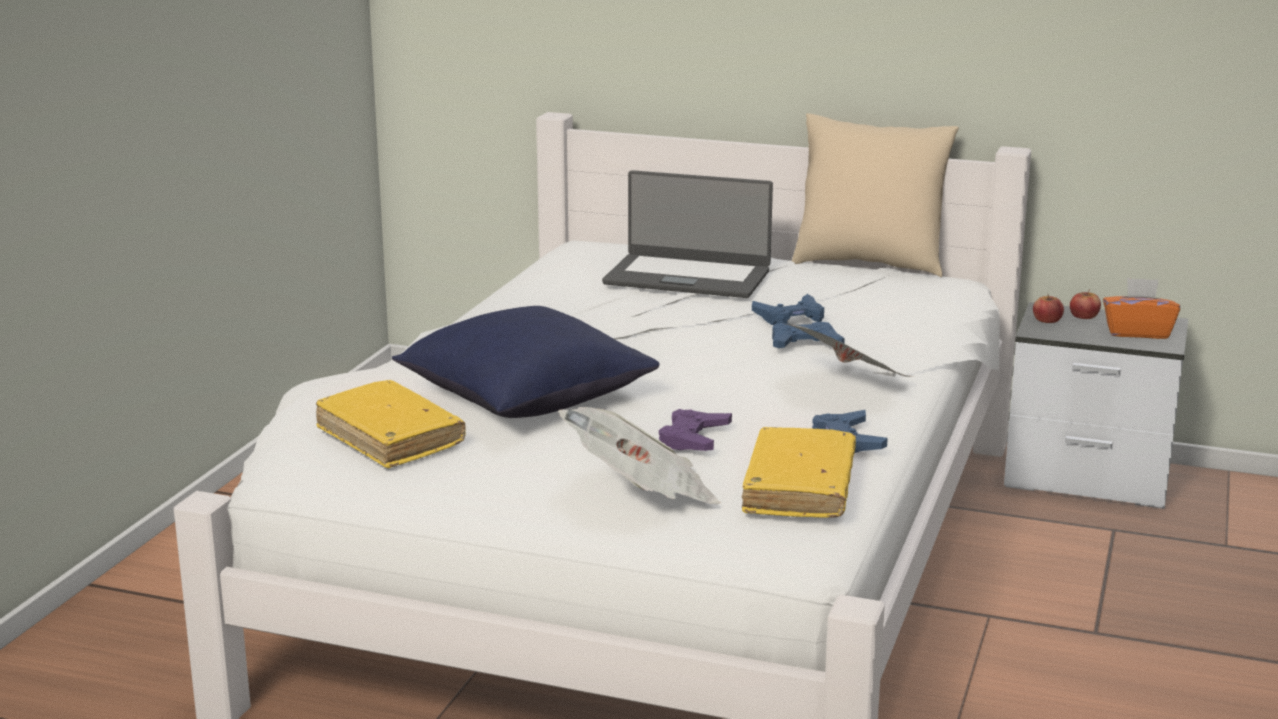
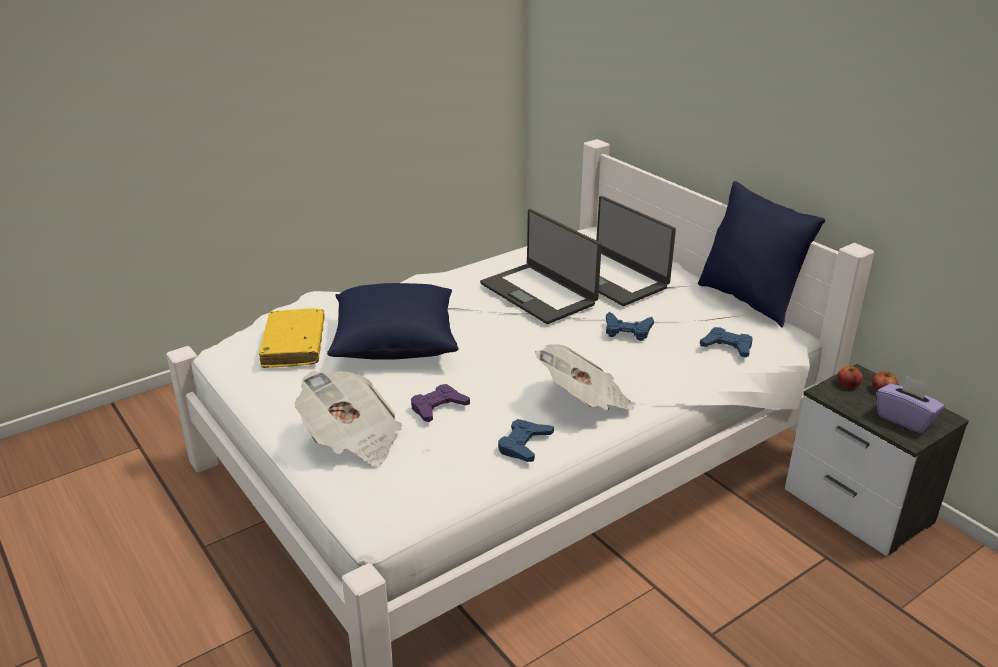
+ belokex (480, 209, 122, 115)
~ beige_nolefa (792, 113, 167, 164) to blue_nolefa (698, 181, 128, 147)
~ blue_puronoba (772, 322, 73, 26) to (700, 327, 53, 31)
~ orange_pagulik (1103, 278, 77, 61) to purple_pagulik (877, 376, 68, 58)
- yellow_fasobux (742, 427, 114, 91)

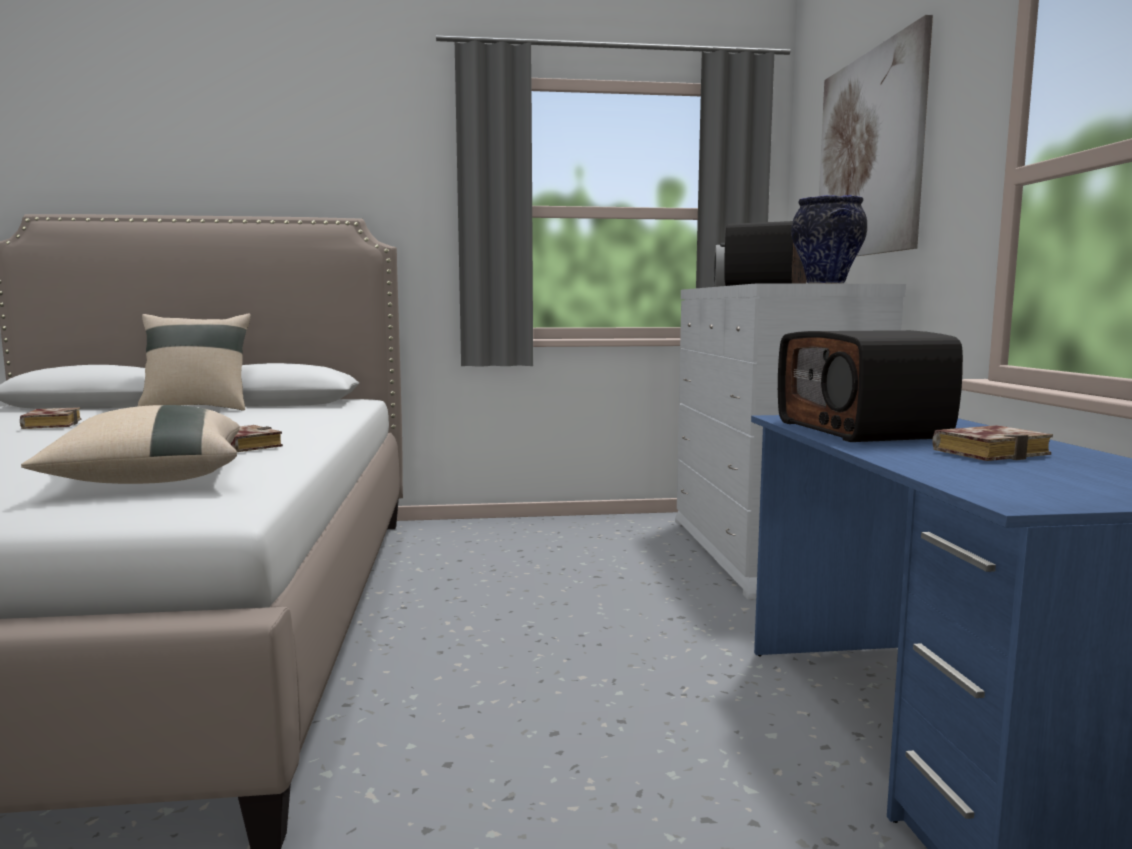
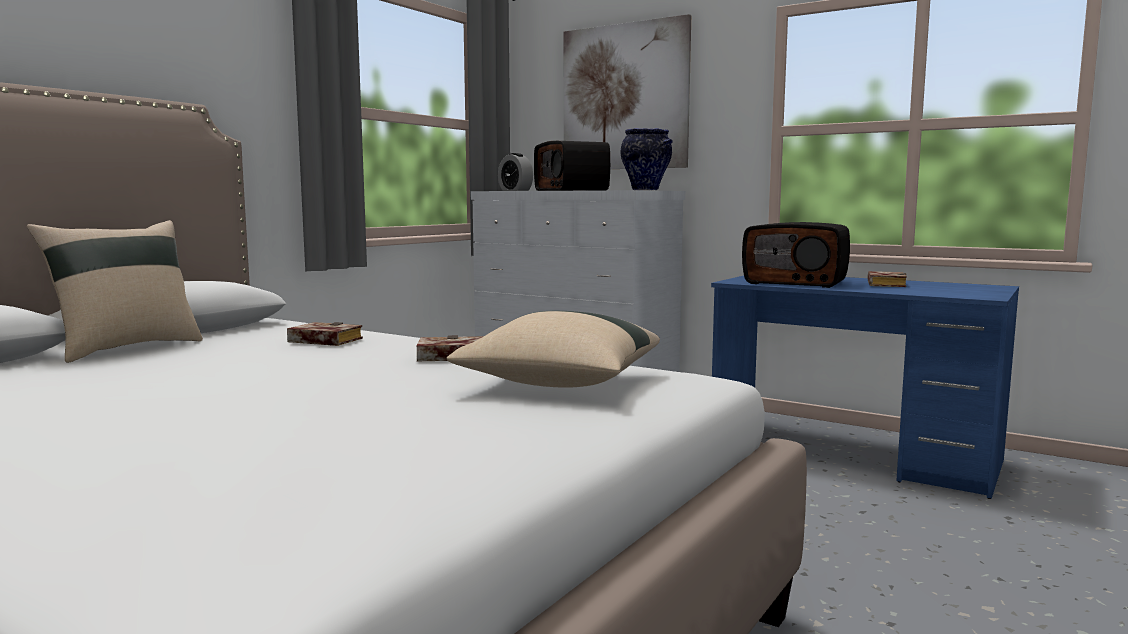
~ fasobux (20, 407, 61, 22) to (287, 322, 76, 24)

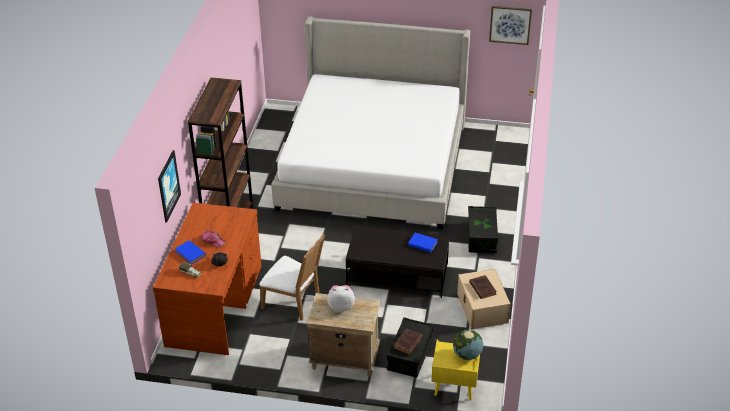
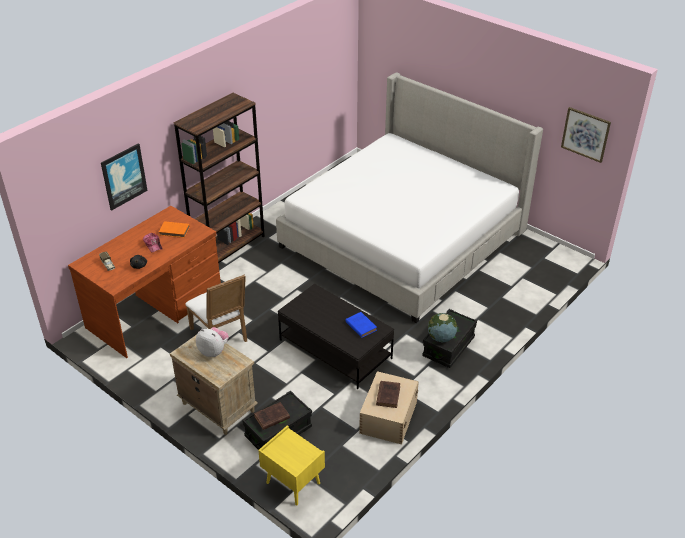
+ orange_fasobux (159, 221, 31, 17)
~ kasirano (453, 330, 30, 30) to (428, 313, 29, 29)
- blue_fasobux (175, 240, 31, 25)

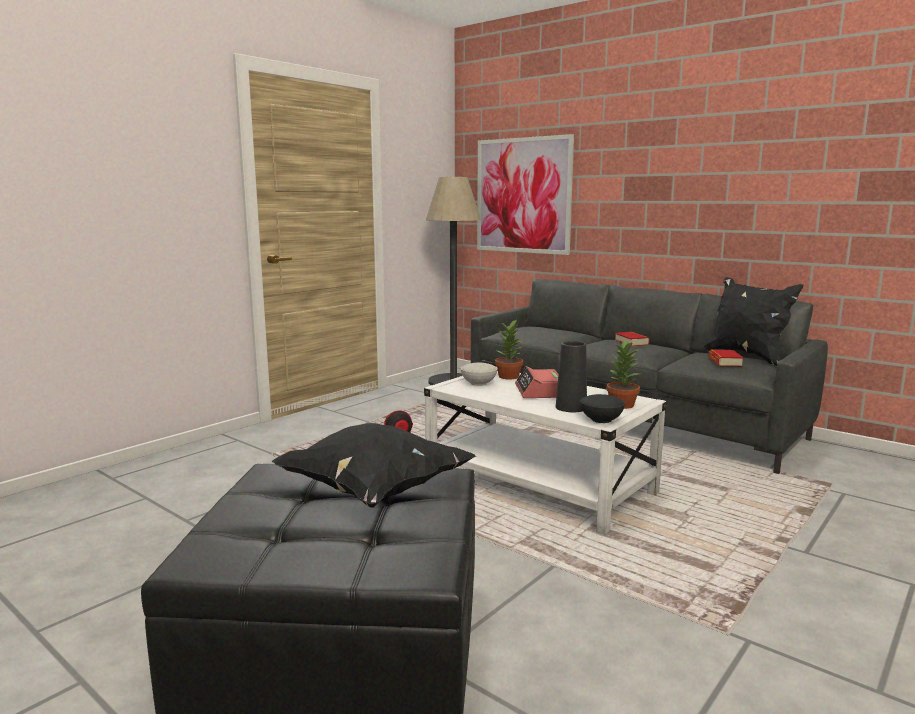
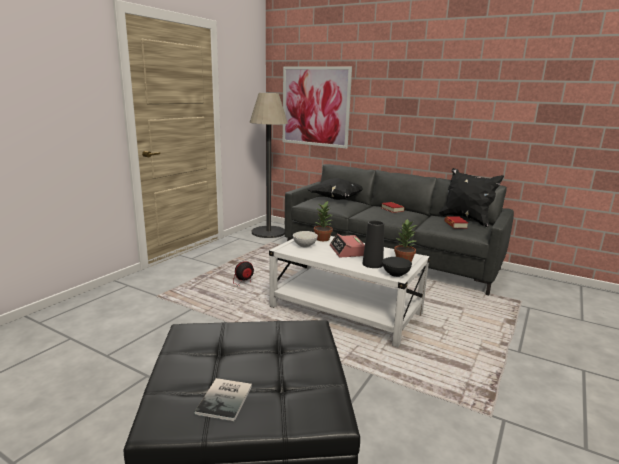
+ fasobux (194, 378, 58, 43)
~ black_nolefa (272, 423, 204, 85) to (307, 178, 56, 22)

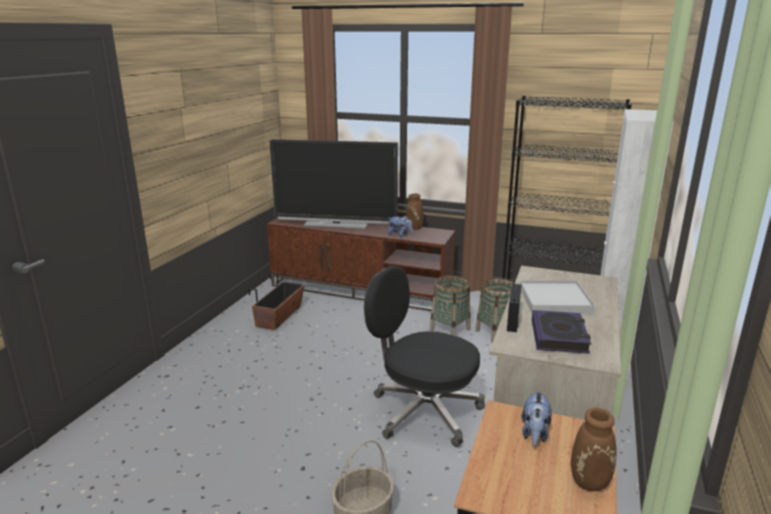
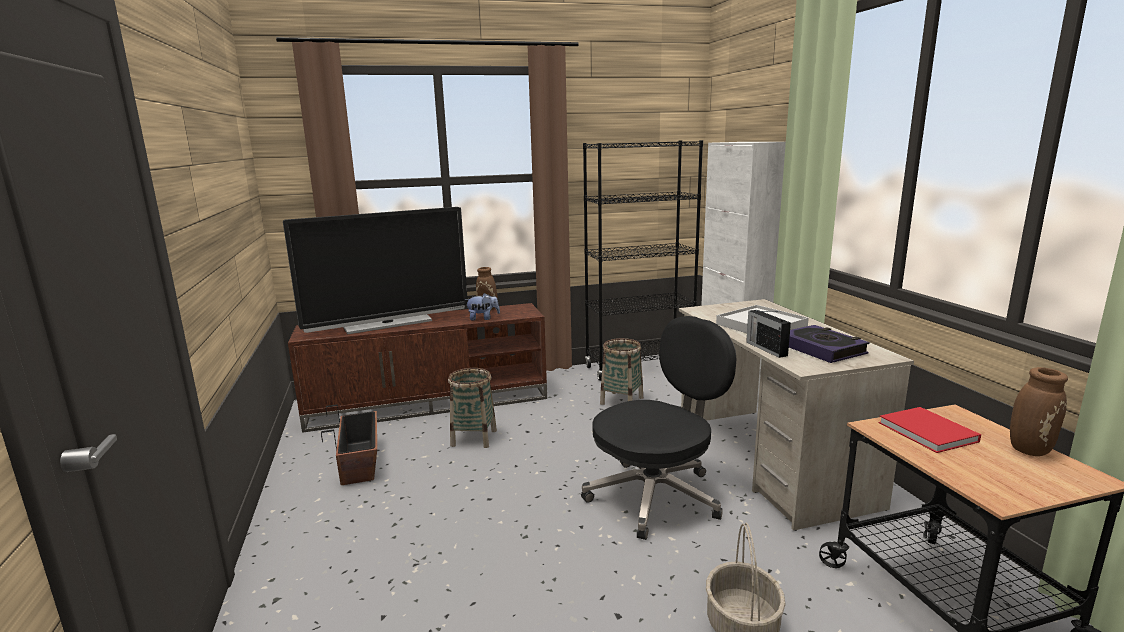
~ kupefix (430, 275, 41, 61) to (448, 368, 49, 80)
~ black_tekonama (364, 266, 121, 181) = (581, 316, 155, 224) 150 degrees clockwise
~ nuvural (521, 390, 31, 56) to red_fasobux (879, 407, 102, 46)

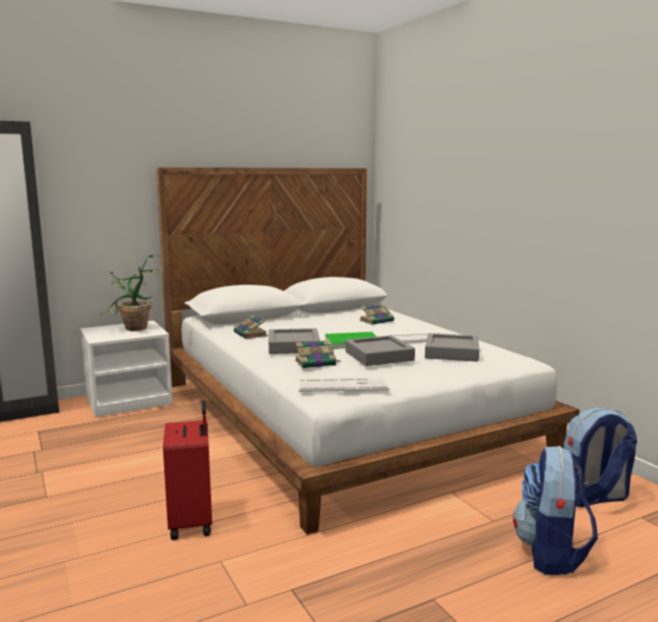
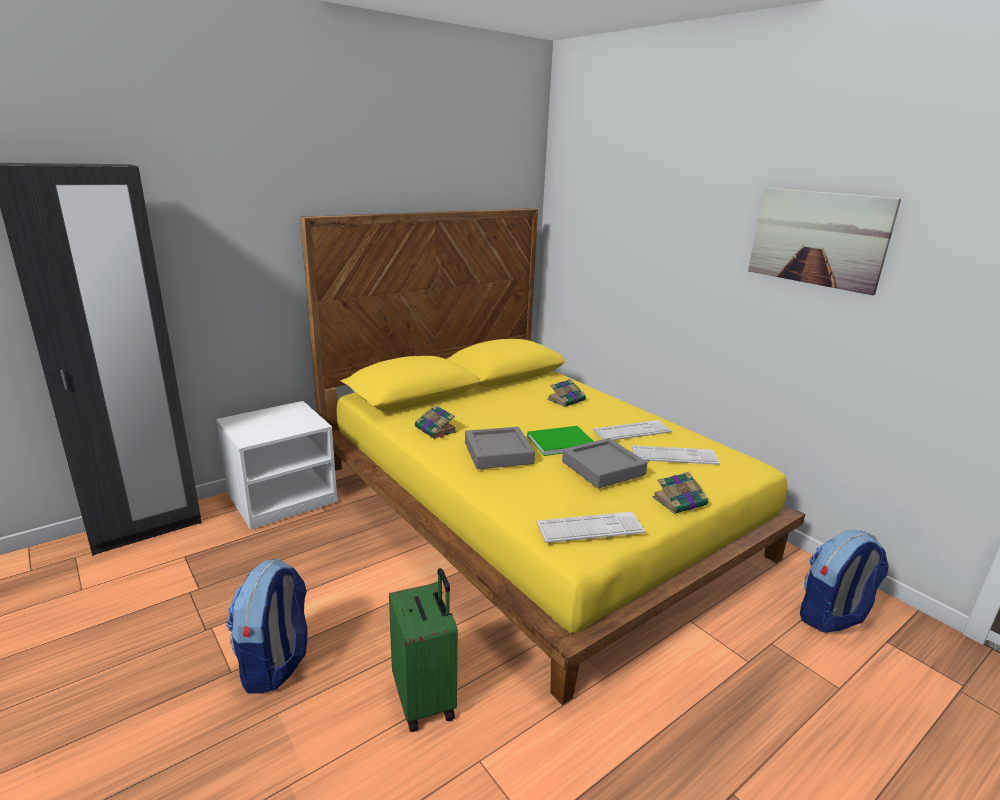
~ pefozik (513, 446, 85, 129) to (226, 559, 82, 135)
~ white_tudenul (156, 167, 424, 368) to yellow_tudenul (300, 208, 505, 497)
~ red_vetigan (163, 400, 49, 140) to green_vetigan (389, 568, 69, 164)
~ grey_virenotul (425, 333, 54, 29) to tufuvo (632, 445, 88, 20)
~ fasobux (295, 340, 46, 28) to (652, 472, 56, 42)
+ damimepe (748, 188, 153, 107)
- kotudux (100, 255, 63, 76)

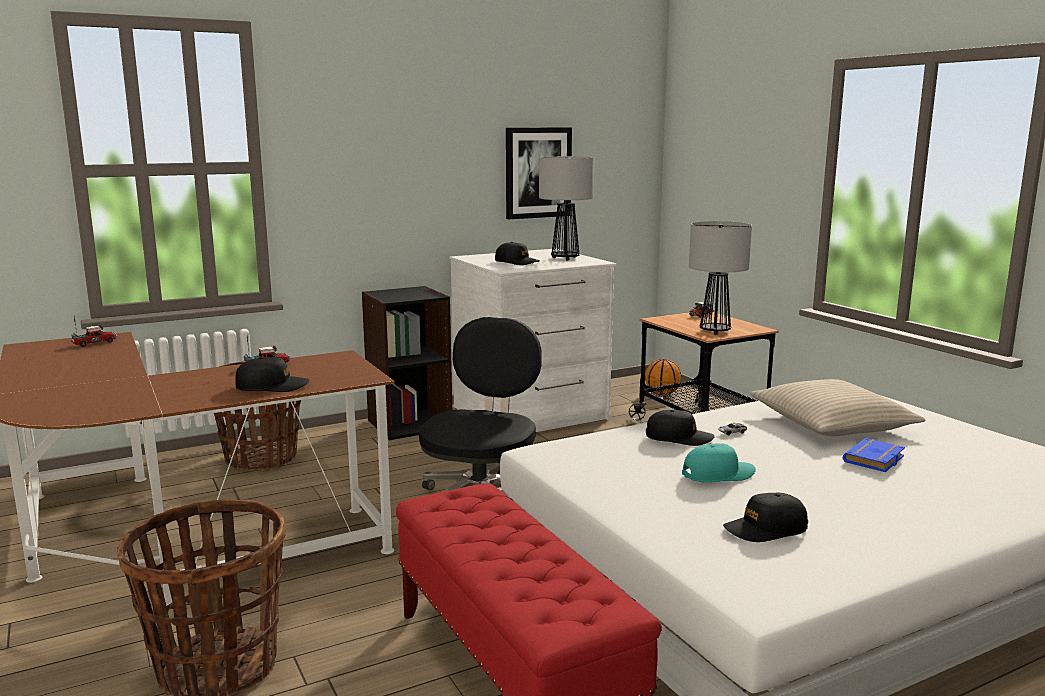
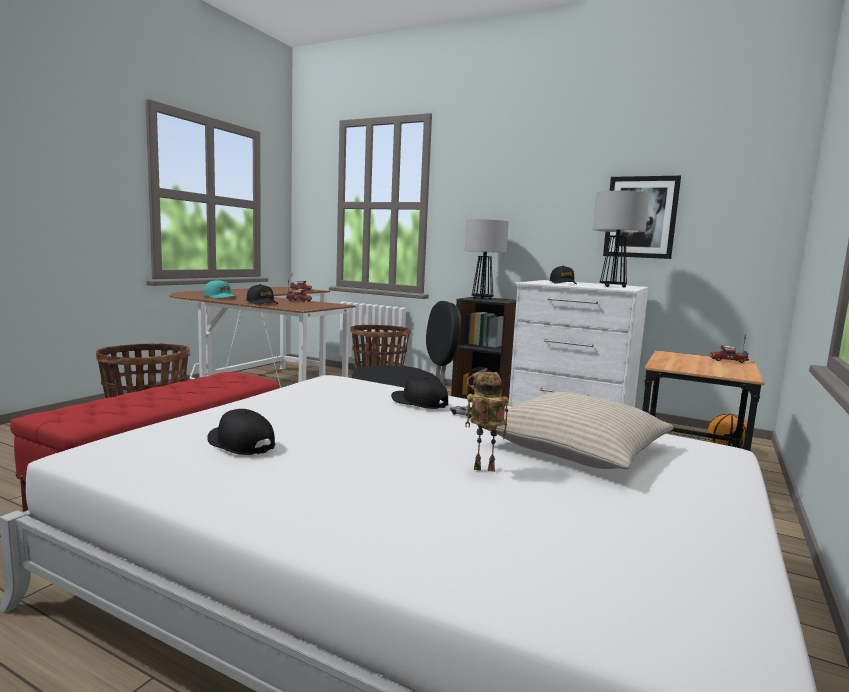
~ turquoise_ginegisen (682, 443, 74, 40) to (204, 280, 33, 19)
~ black_ginegisen (646, 410, 69, 36) = (391, 376, 57, 33) 150 degrees clockwise
~ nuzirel (689, 221, 63, 114) to (464, 219, 45, 81)
~ blue_fasobux (843, 438, 62, 34) to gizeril (465, 372, 44, 100)

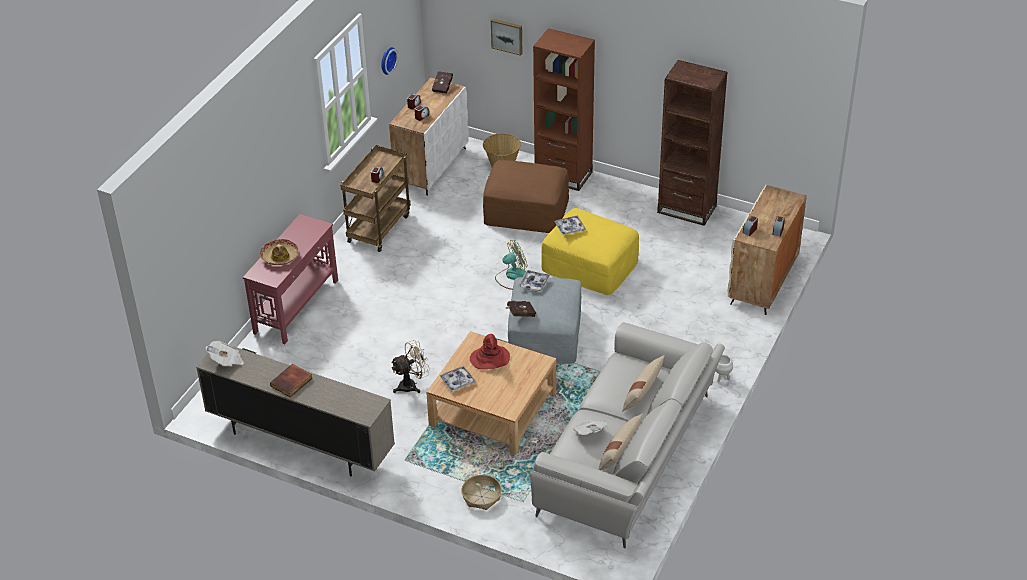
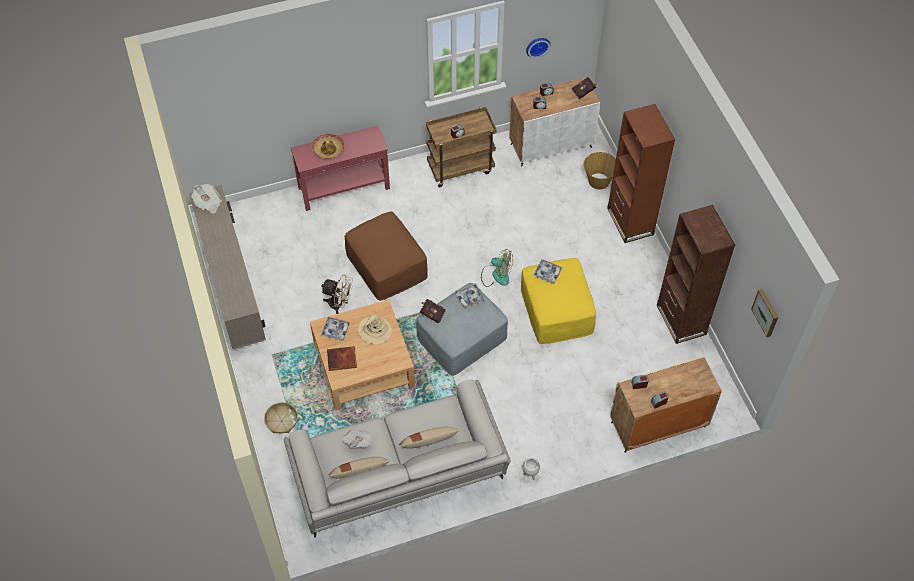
~ fasobux (270, 364, 43, 33) to (327, 346, 30, 25)
~ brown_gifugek (483, 160, 86, 73) to (345, 212, 83, 89)
~ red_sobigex (470, 334, 40, 35) to beige_sobigex (358, 314, 34, 30)
~ damimepe (491, 19, 32, 37) to (751, 289, 27, 48)

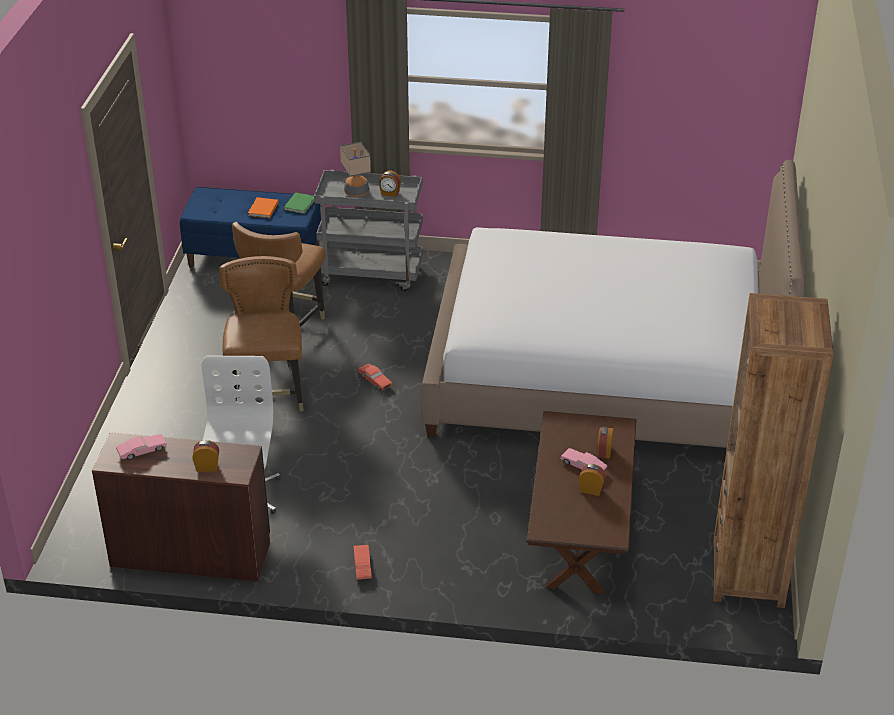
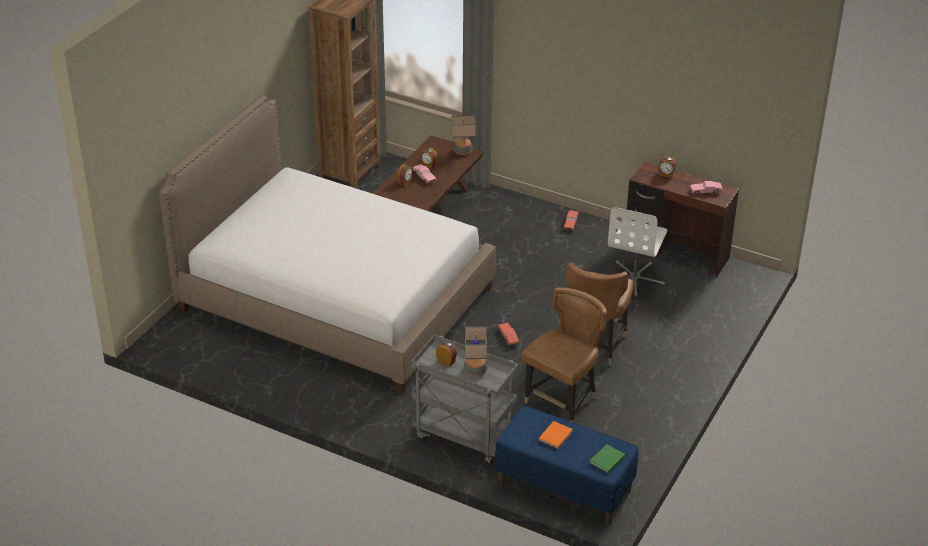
+ nuzirel (451, 115, 24, 40)
~ green_fasobux (284, 192, 30, 22) to (590, 444, 35, 29)

